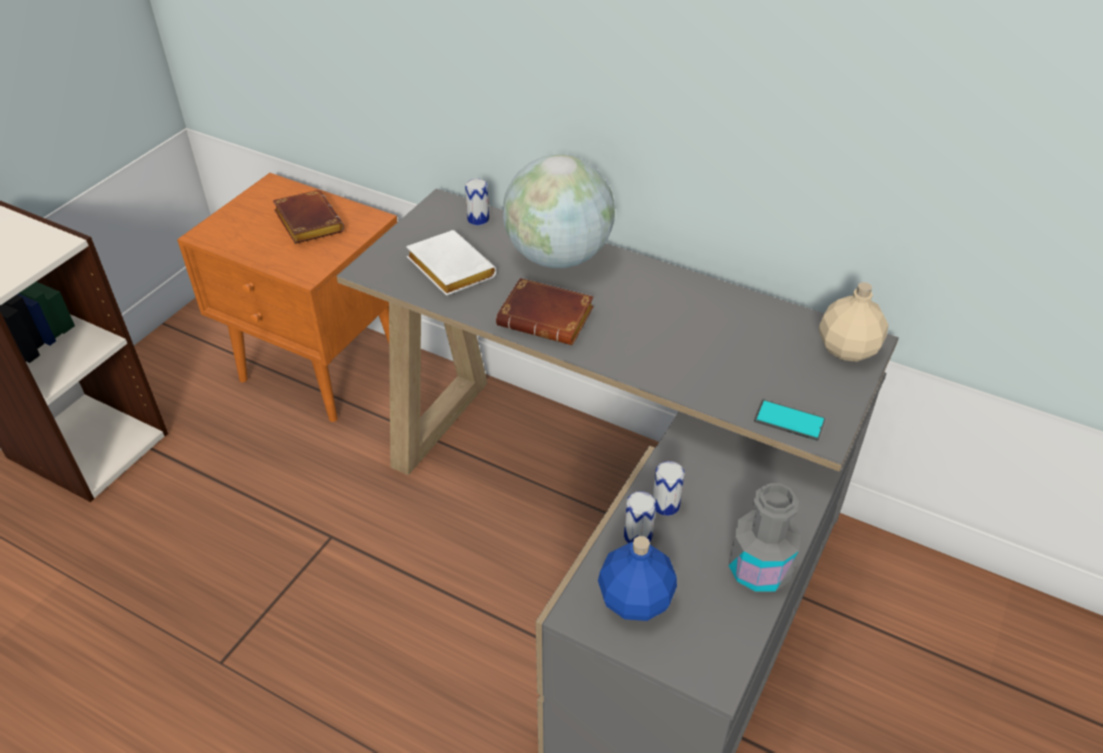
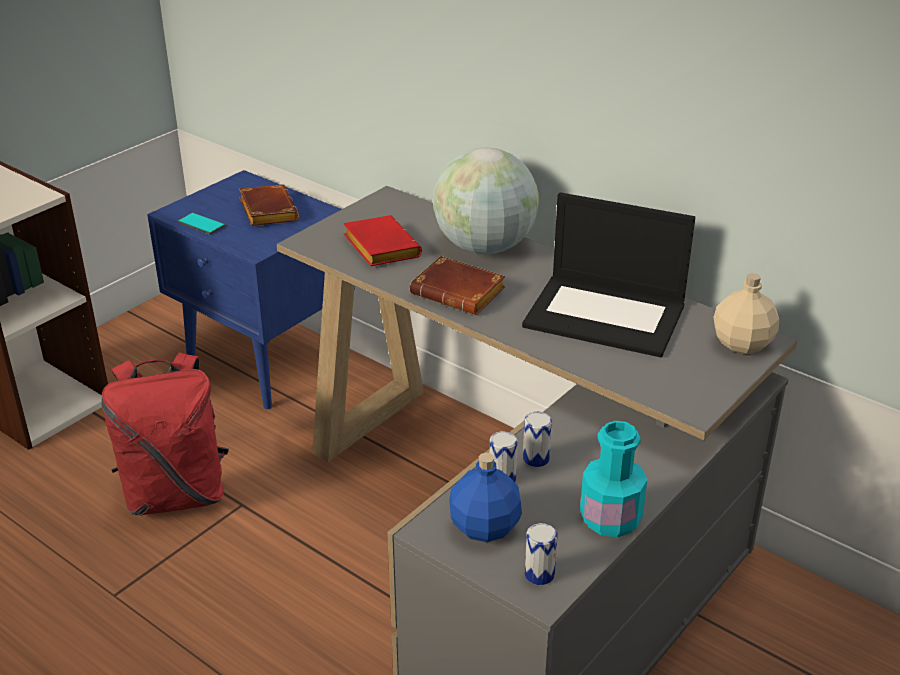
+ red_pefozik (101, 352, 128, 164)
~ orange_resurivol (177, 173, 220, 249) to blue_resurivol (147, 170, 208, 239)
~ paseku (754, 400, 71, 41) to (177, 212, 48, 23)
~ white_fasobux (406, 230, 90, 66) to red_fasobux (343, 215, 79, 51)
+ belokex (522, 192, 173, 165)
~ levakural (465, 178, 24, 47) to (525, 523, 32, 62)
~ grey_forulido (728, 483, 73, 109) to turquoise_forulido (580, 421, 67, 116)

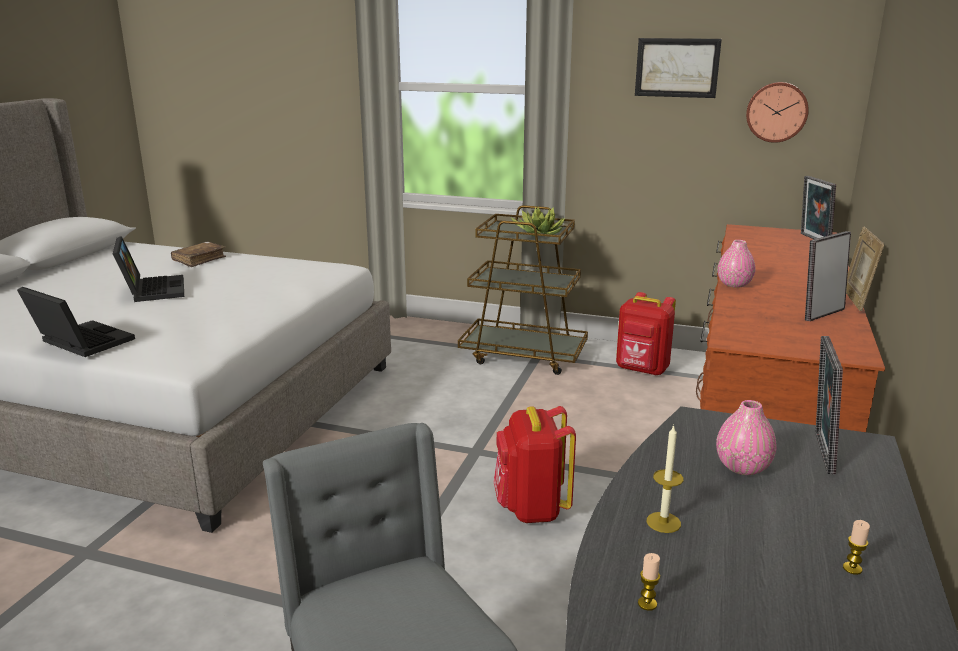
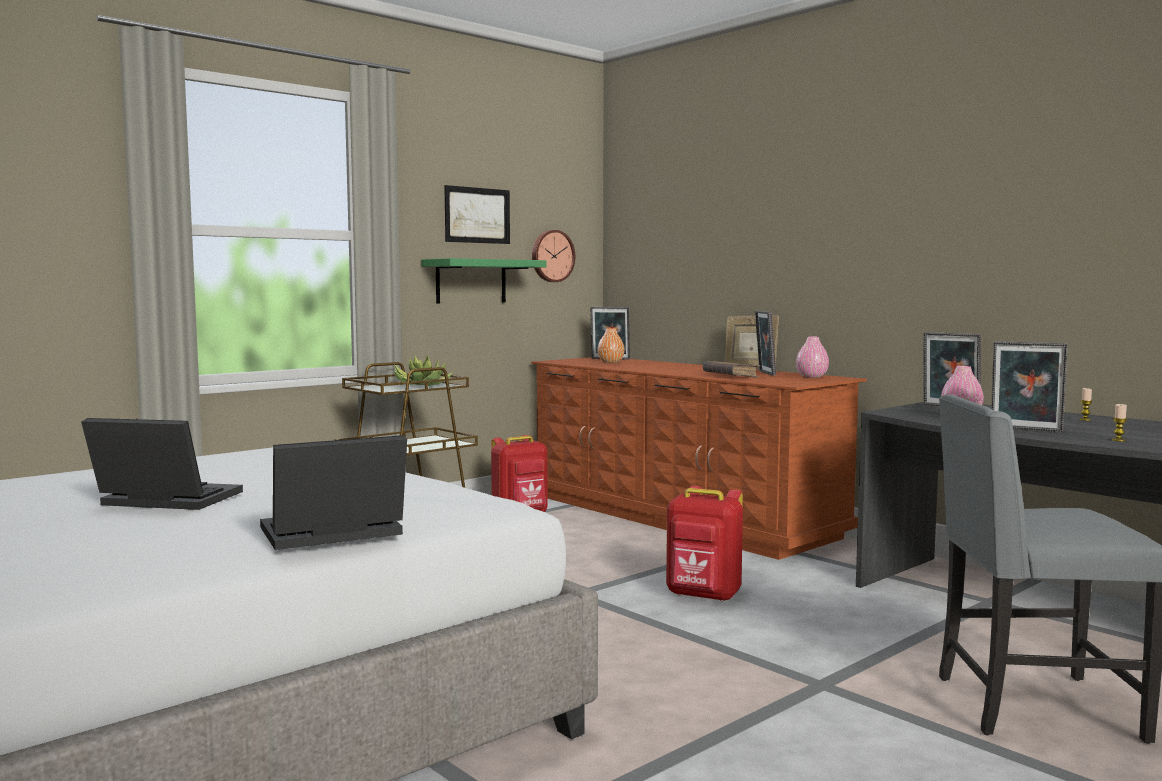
+ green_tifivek (422, 258, 125, 45)
+ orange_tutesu (597, 328, 28, 35)
~ brown_fasobux (171, 242, 55, 25) to (703, 361, 56, 17)
~ pink_tutesu (718, 240, 37, 48) to (796, 336, 33, 42)
~ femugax (647, 425, 36, 108) to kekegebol (991, 341, 77, 91)

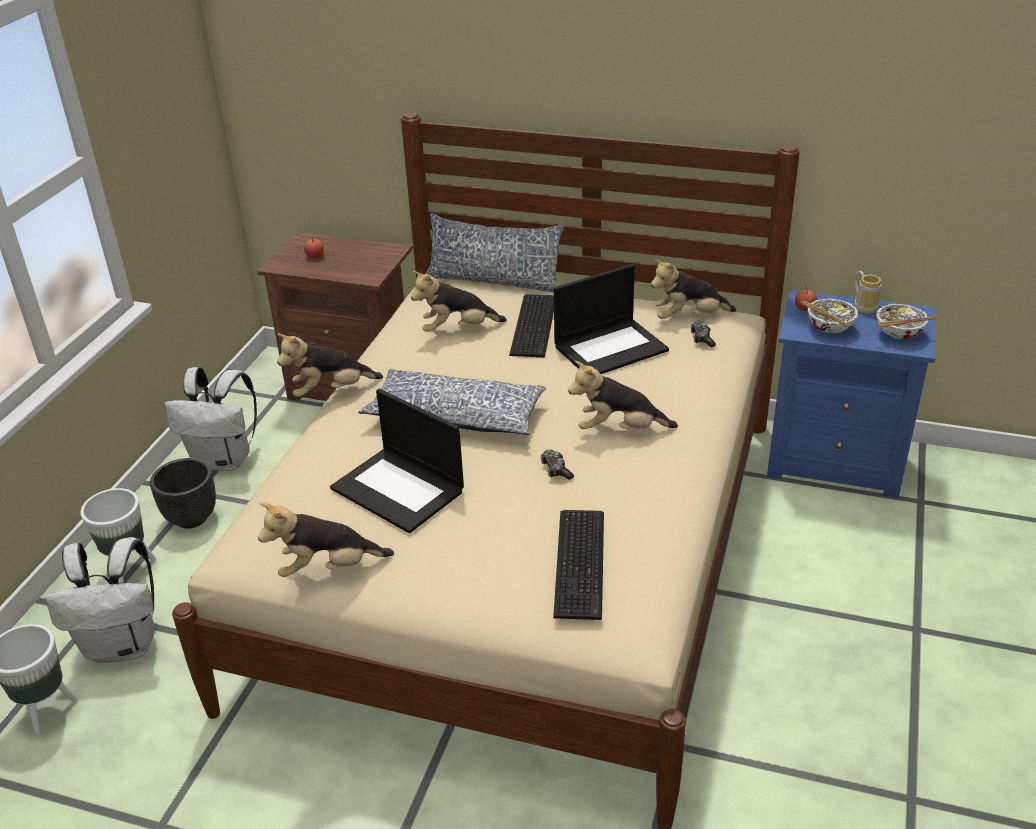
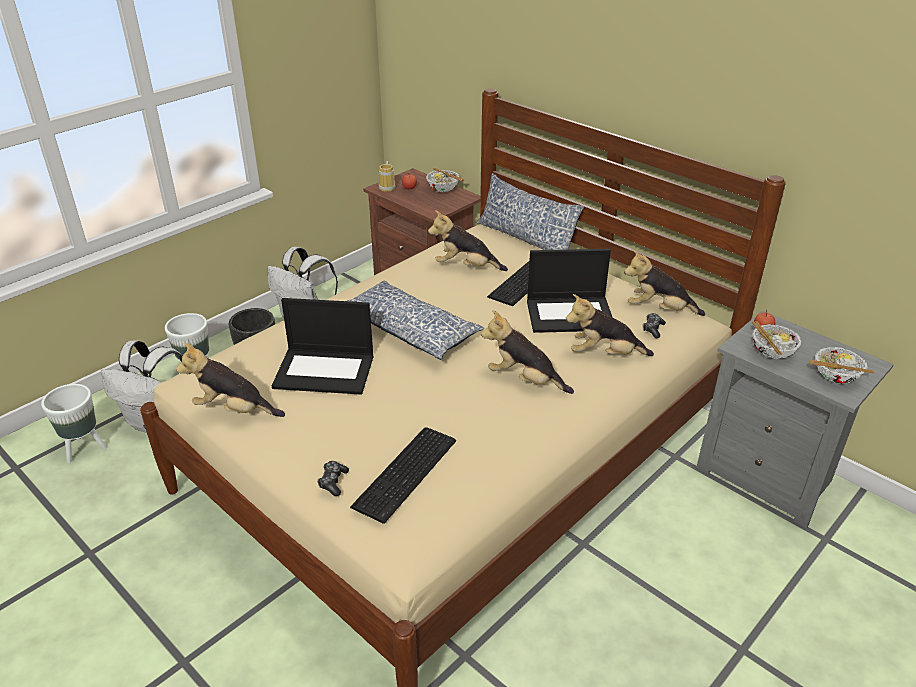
~ belokex (330, 389, 134, 144) = (272, 298, 101, 97) 60 degrees counterclockwise
~ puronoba (540, 450, 34, 30) to (317, 461, 32, 35)
~ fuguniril (854, 271, 27, 43) to (379, 161, 17, 31)
+ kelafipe (426, 168, 38, 24)
~ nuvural (277, 334, 106, 63) to (566, 294, 88, 62)
~ blue_resurivol (767, 290, 169, 208) to grey_resurivol (696, 311, 198, 217)

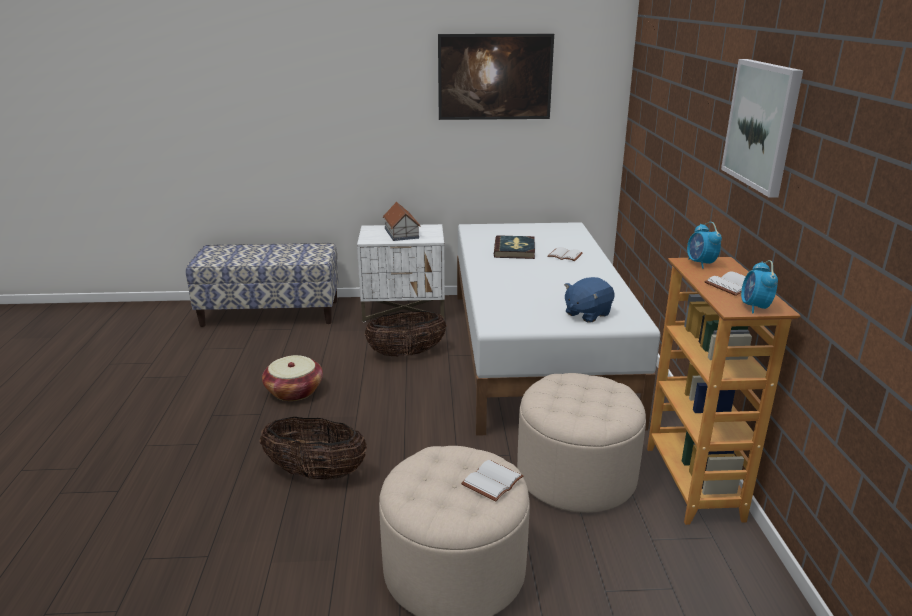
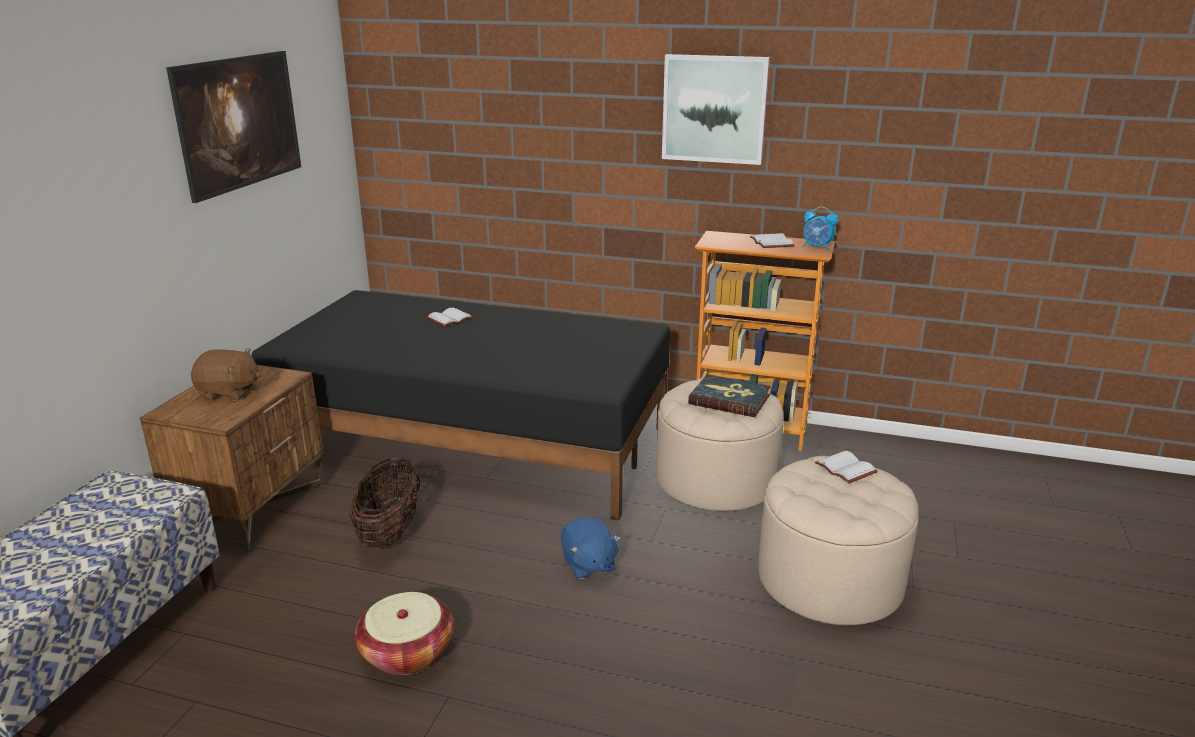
~ white_resurivol (357, 224, 88, 98) to brown_resurivol (140, 365, 186, 189)
~ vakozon (383, 202, 37, 39) to brown_nuvural (191, 348, 70, 52)
~ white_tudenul (457, 222, 203, 214) to black_tudenul (251, 290, 419, 231)
~ blue_nuvural (564, 277, 51, 46) to (561, 517, 60, 62)
~ fasobux (494, 235, 41, 24) to (688, 374, 83, 43)
- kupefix (260, 417, 107, 63)
- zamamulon (687, 222, 35, 47)

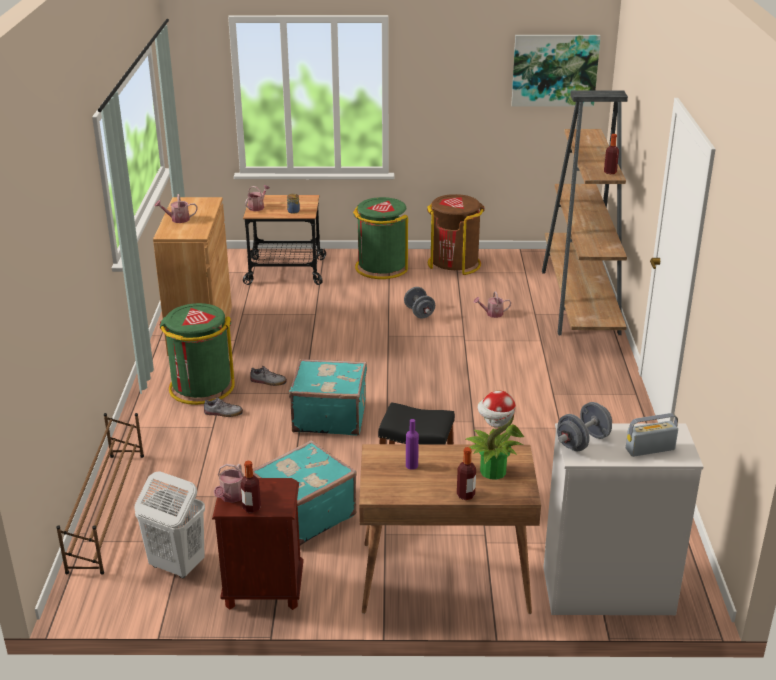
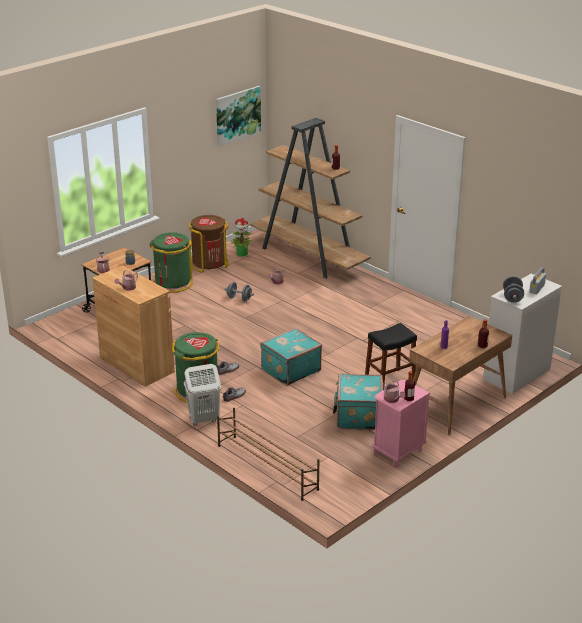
~ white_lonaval (134, 471, 71, 107) to (184, 364, 37, 62)
~ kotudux (465, 391, 59, 89) to (230, 218, 22, 39)
~ brown_resurivol (212, 478, 91, 132) to pink_resurivol (372, 380, 58, 87)

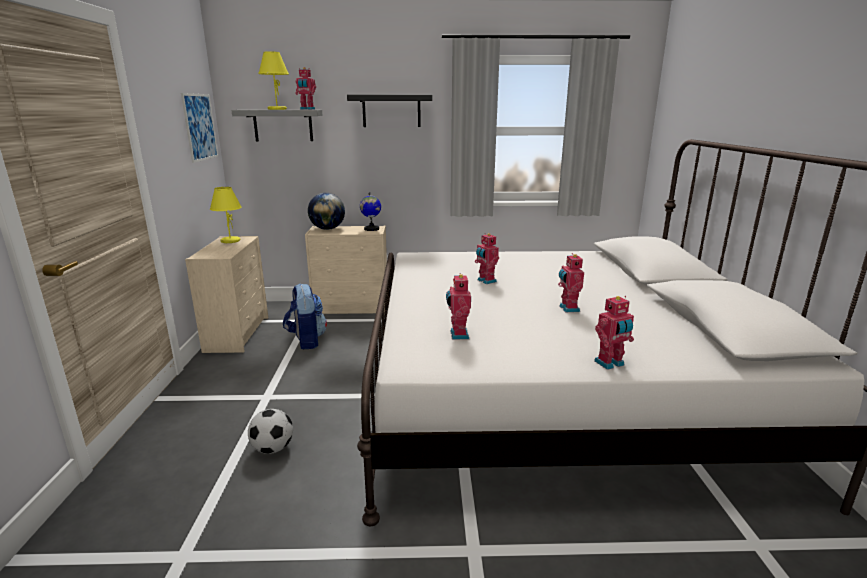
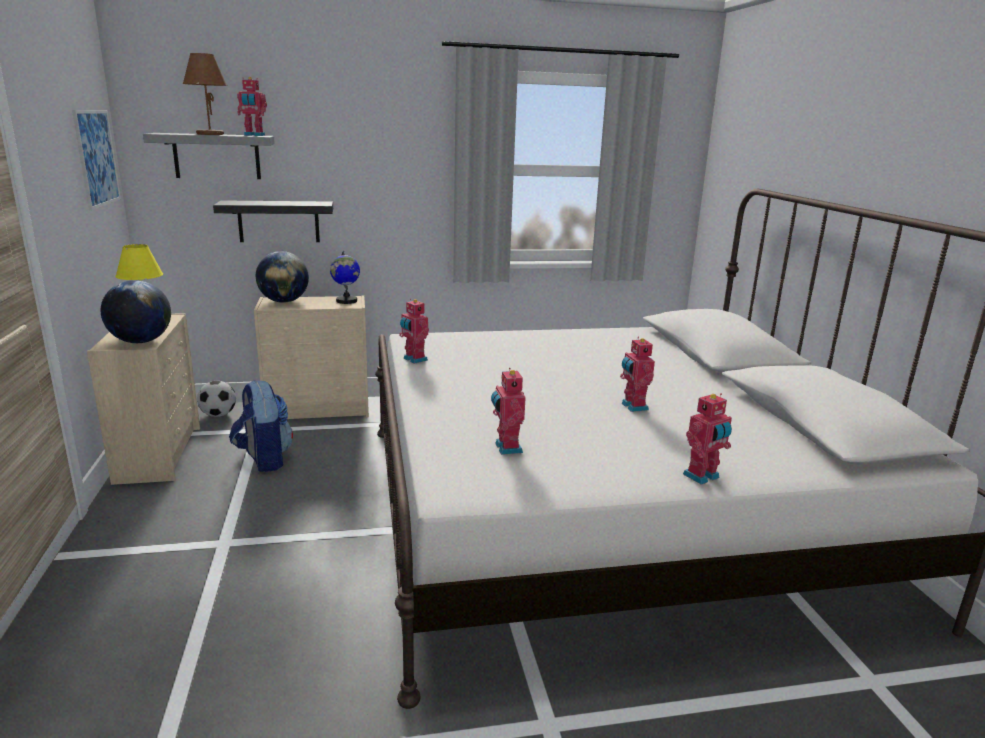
+ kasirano (101, 280, 70, 63)
~ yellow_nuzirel (258, 51, 31, 59) to brown_nuzirel (183, 53, 44, 82)
~ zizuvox (248, 409, 45, 45) to (197, 381, 39, 36)
~ black_tifivek (347, 95, 85, 32) to (213, 200, 120, 42)
~ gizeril (475, 233, 24, 51) to (399, 299, 30, 65)

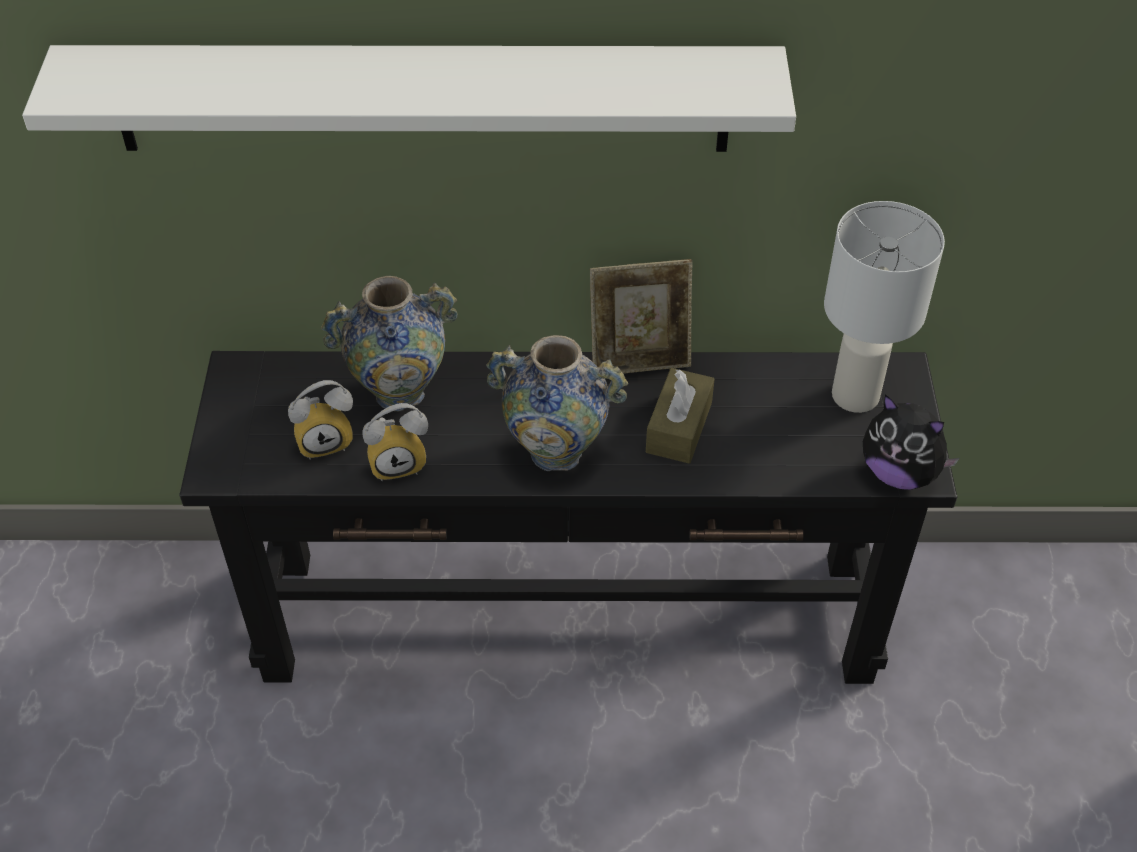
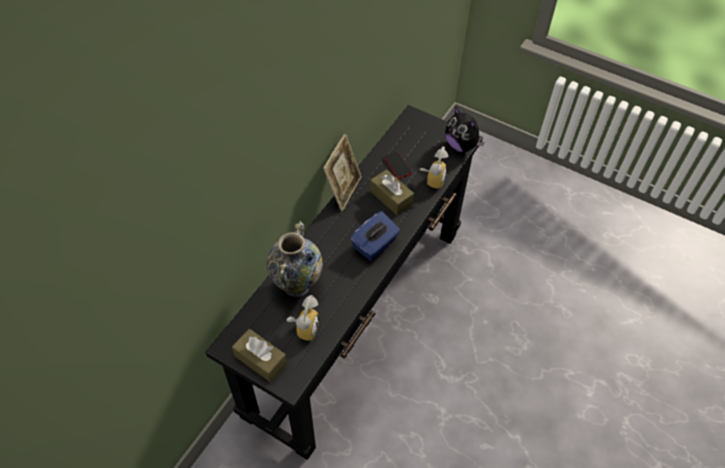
+ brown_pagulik (232, 329, 55, 53)
~ tutesu (486, 335, 142, 136) to blue_pagulik (350, 211, 50, 50)
+ paseku (384, 151, 28, 28)
~ zamamulon (363, 403, 65, 78) to (420, 146, 28, 43)
~ nuvural (863, 394, 97, 96) = (445, 106, 40, 46) 75 degrees clockwise
- white_tifivek (22, 45, 774, 107)
- white_nuzirel (824, 201, 121, 212)

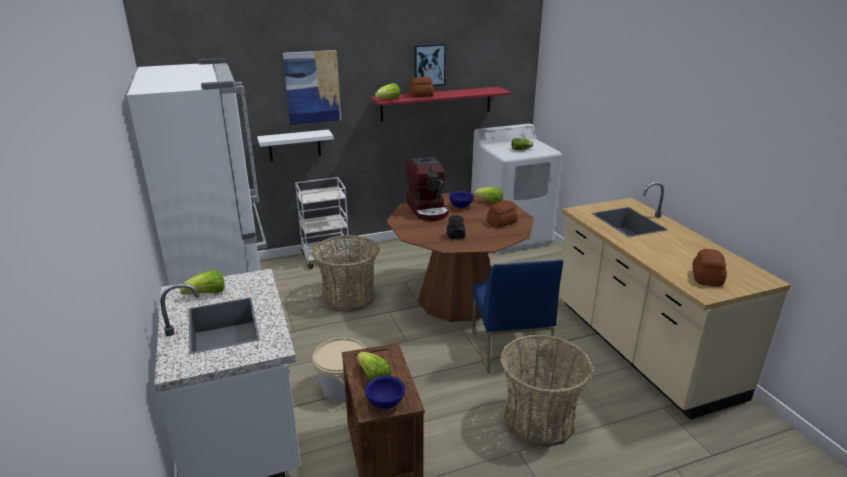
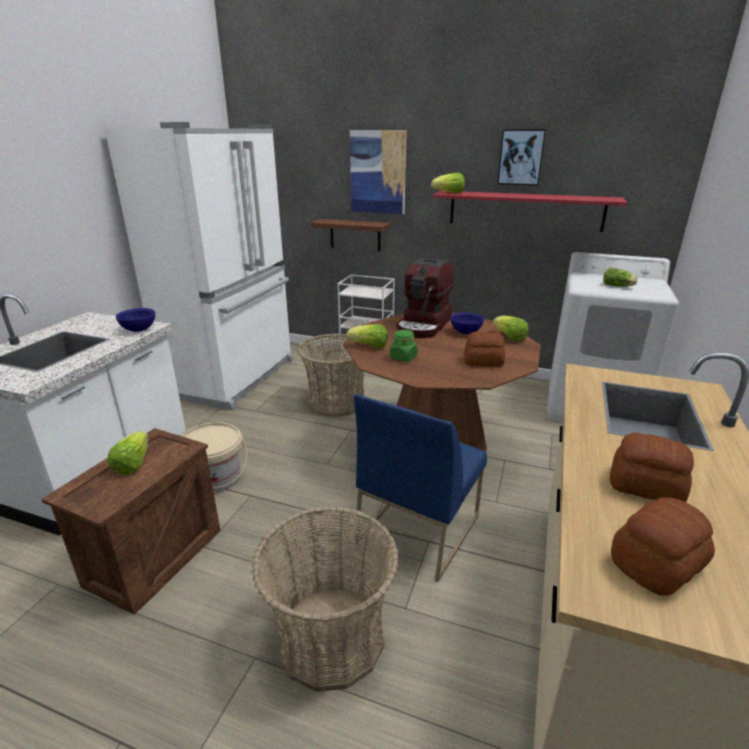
~ blue_kelafipe (365, 375, 40, 34) to (116, 308, 39, 24)
~ white_tifivek (257, 129, 77, 32) to brown_tifivek (311, 219, 80, 32)
~ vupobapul (180, 270, 45, 25) to (346, 324, 42, 24)
~ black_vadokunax (447, 215, 18, 24) to green_vadokunax (390, 330, 27, 32)
~ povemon (409, 77, 25, 21) to (610, 433, 84, 69)

